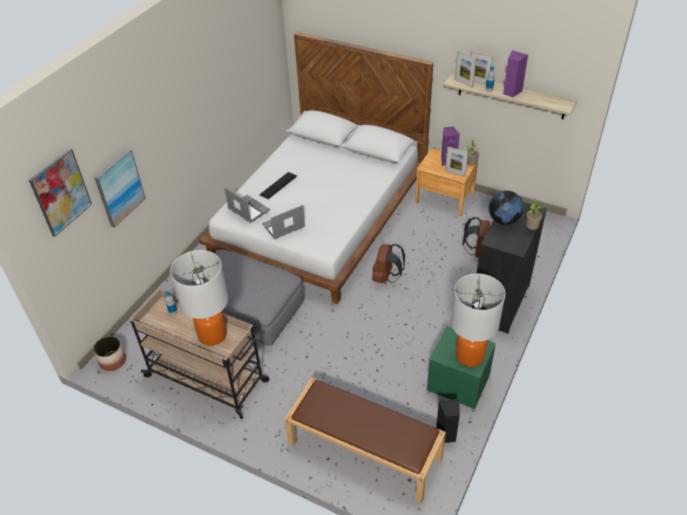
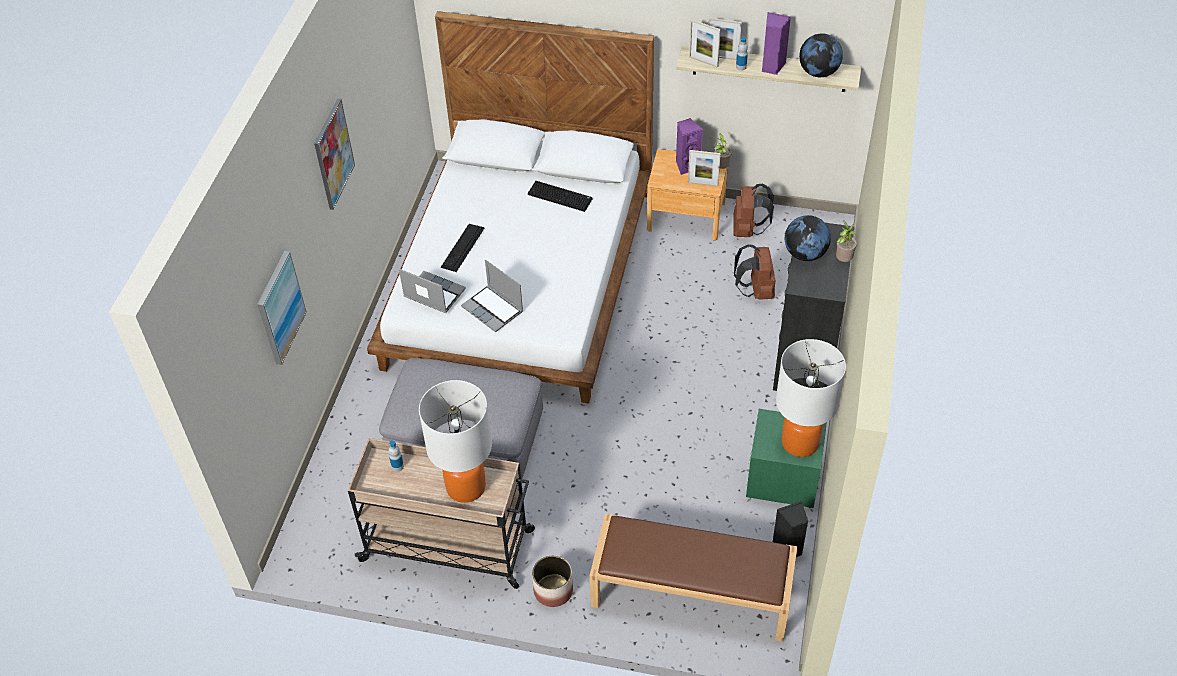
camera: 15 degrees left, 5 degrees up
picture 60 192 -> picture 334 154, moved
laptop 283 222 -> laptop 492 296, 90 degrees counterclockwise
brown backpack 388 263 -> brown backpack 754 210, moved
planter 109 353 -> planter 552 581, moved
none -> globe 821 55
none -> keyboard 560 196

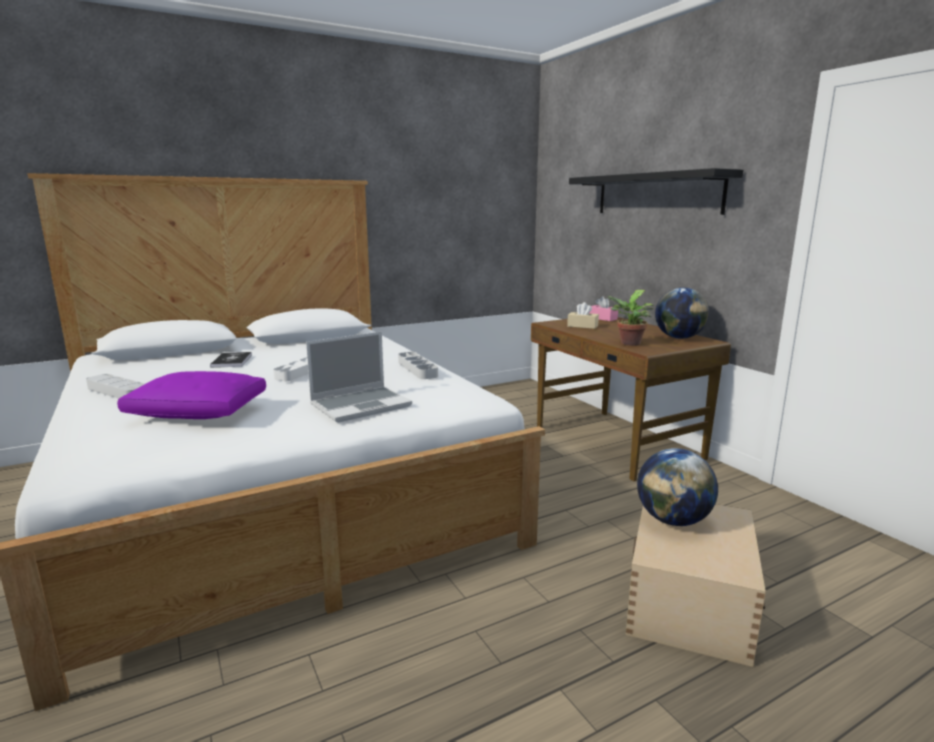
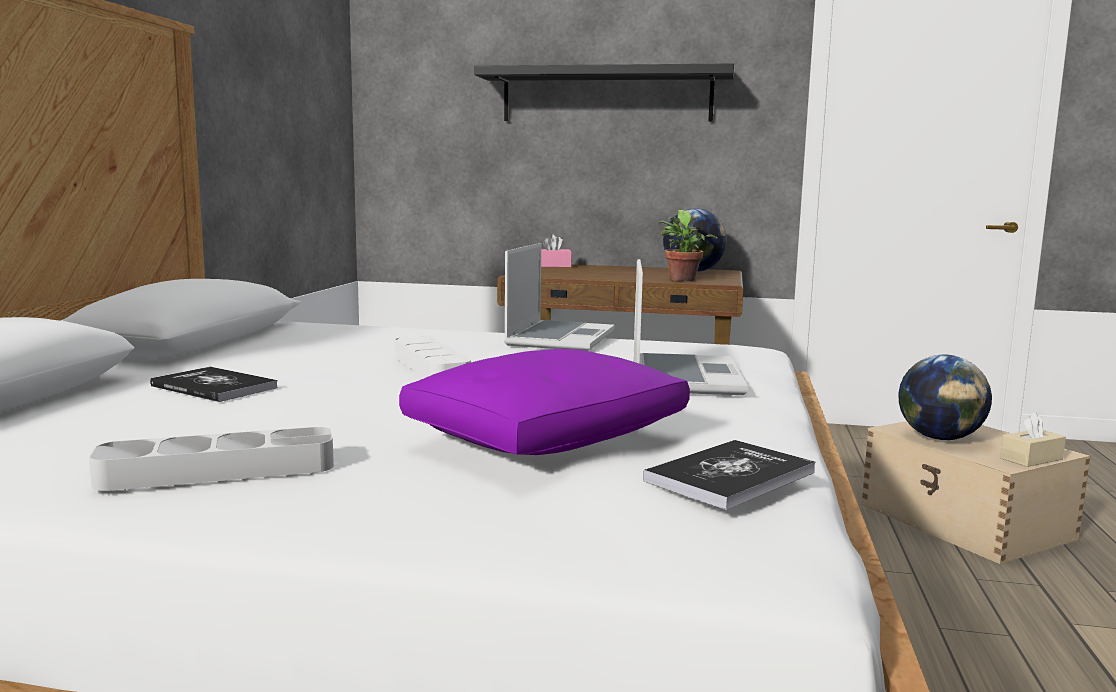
camera: 50 degrees left, 5 degrees down
beige tissue box 583 315 -> beige tissue box 1033 439, moved
grey tray 418 365 -> laptop 559 297
none -> book 729 475

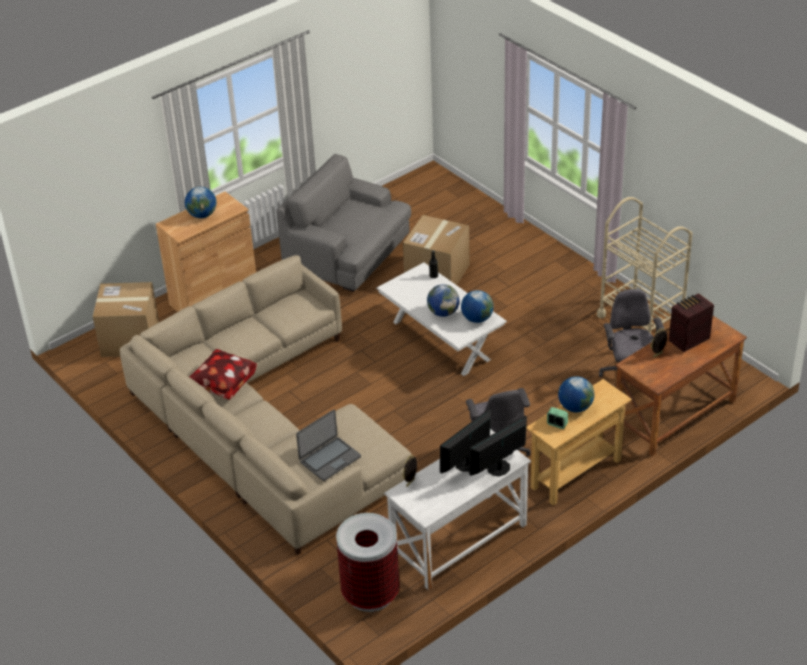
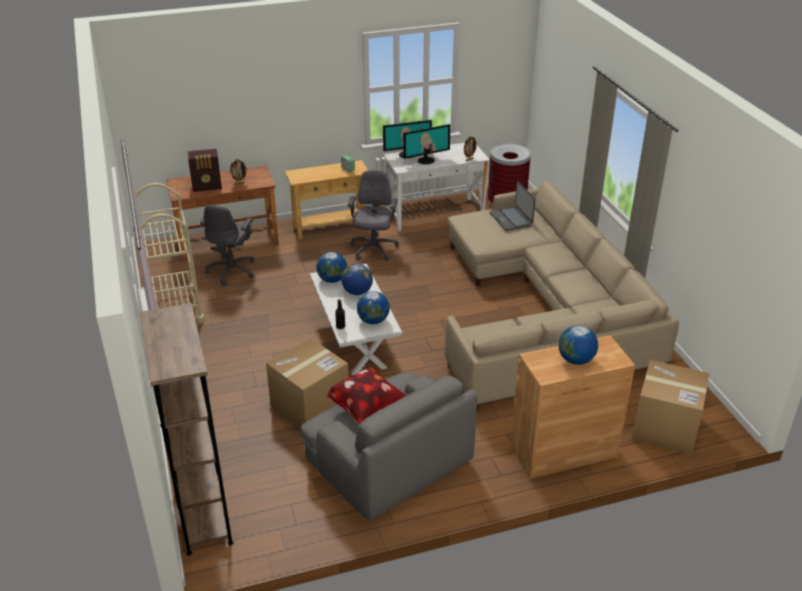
camera: 160 degrees left, 5 degrees down
pillow 223 374 -> pillow 367 396, moved
globe 576 394 -> globe 373 307, moved
laptop 328 445 -> laptop 512 206, 90 degrees counterclockwise
none -> brown bookcase 187 429

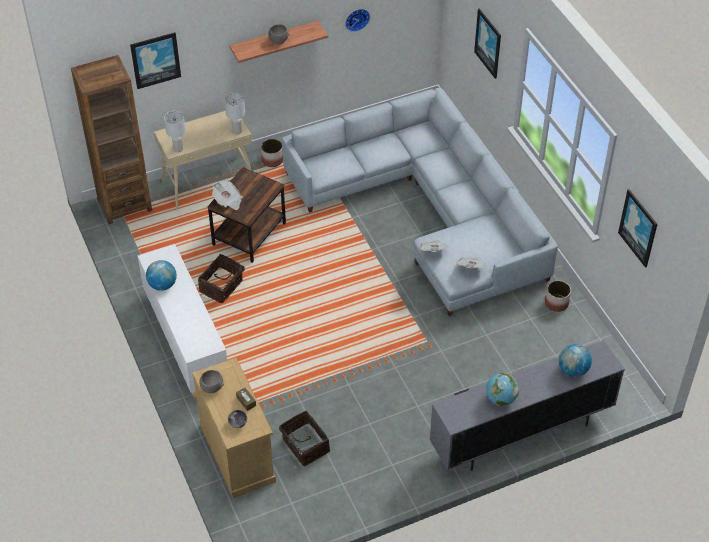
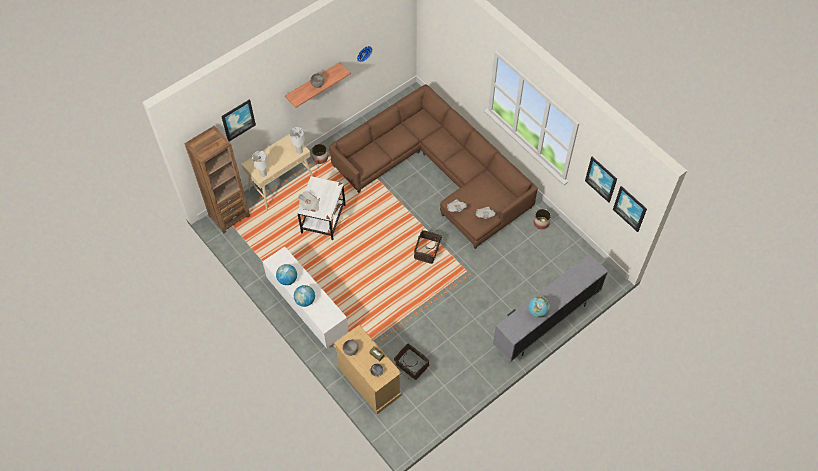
camera: 15 degrees left, 10 degrees up
picture 487 43 -> picture 630 209, moved
grey sofa 420 202 -> brown sofa 433 166
brown side table 247 215 -> white side table 321 208
basket 221 278 -> basket 428 247, moved
globe 575 360 -> globe 304 296, moved

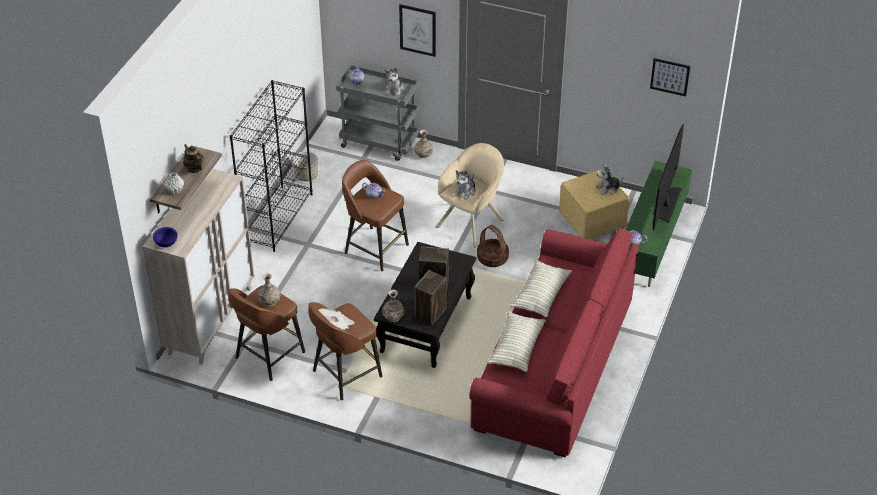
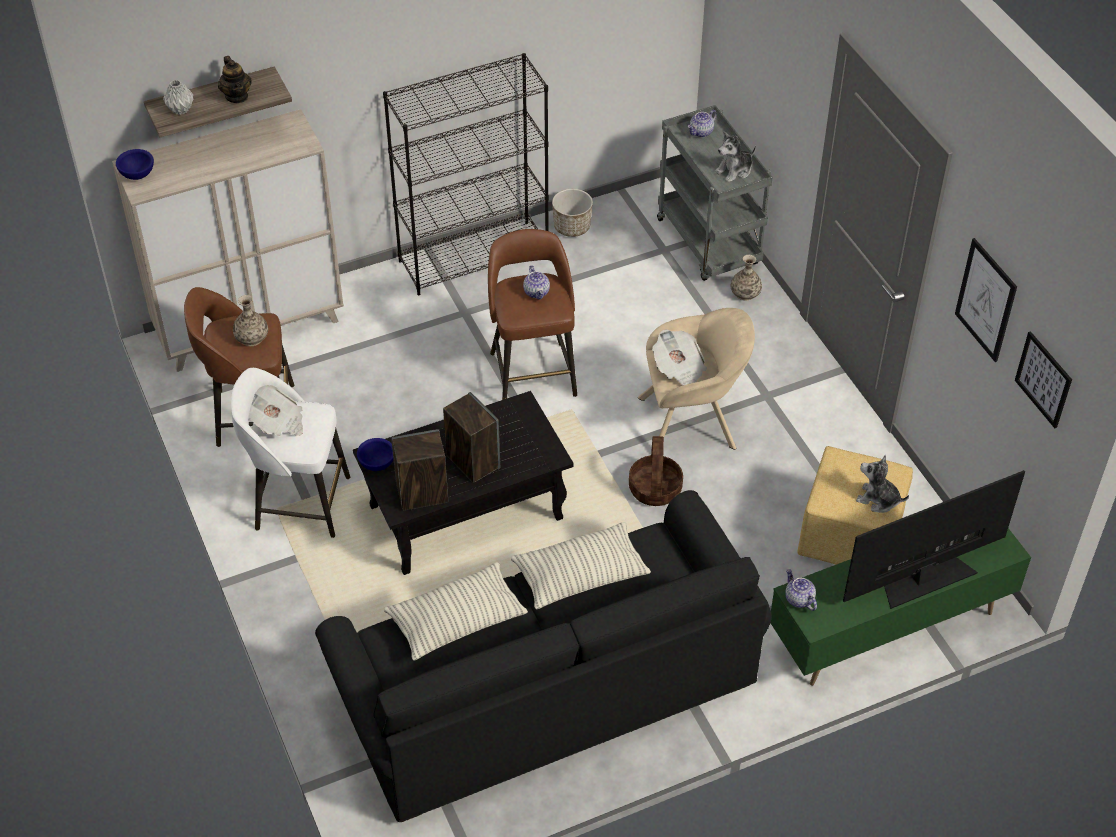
camera: 45 degrees right, 5 degrees up
picture 417 30 -> picture 986 300, moved
teapot 193 158 -> teapot 235 79, 150 degrees clockwise
plush toy 465 185 -> newspaper 679 357
red sofa 554 343 -> black sofa 543 656
vase 393 306 -> blue bowl 375 454
brown stool 345 351 -> white stool 290 453

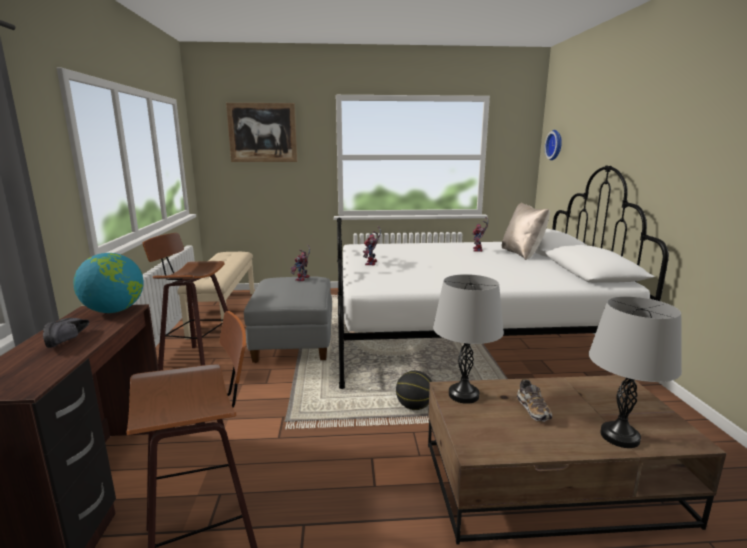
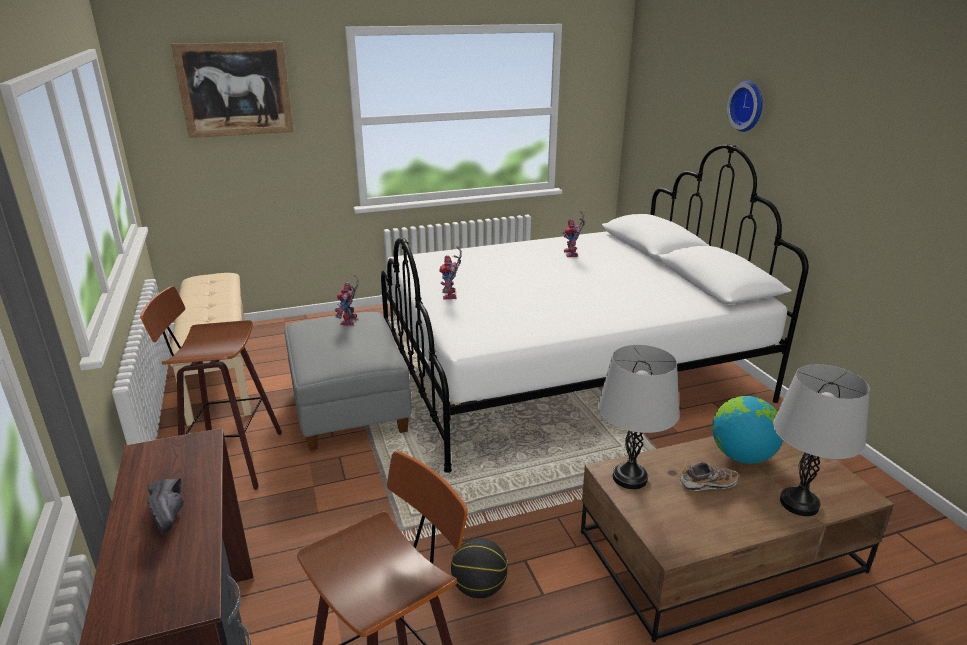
camera: 15 degrees left, 10 degrees up
wall clock 553 145 -> wall clock 745 106, moved
beige pillow 526 231 -> none
globe 108 283 -> globe 747 430, moved
basketball 414 390 -> basketball 479 568, moved
shoe 534 400 -> shoe 709 476, 75 degrees counterclockwise

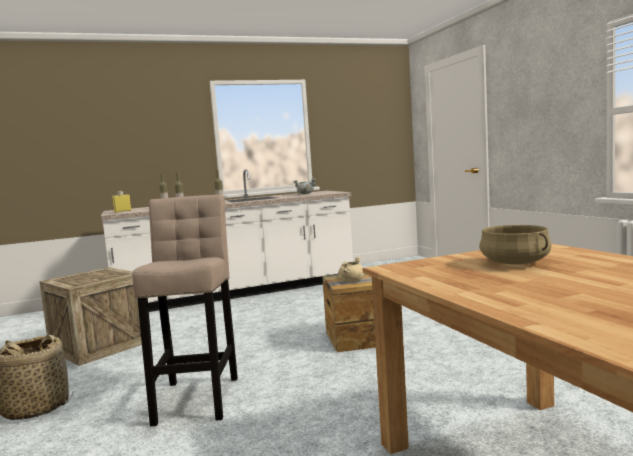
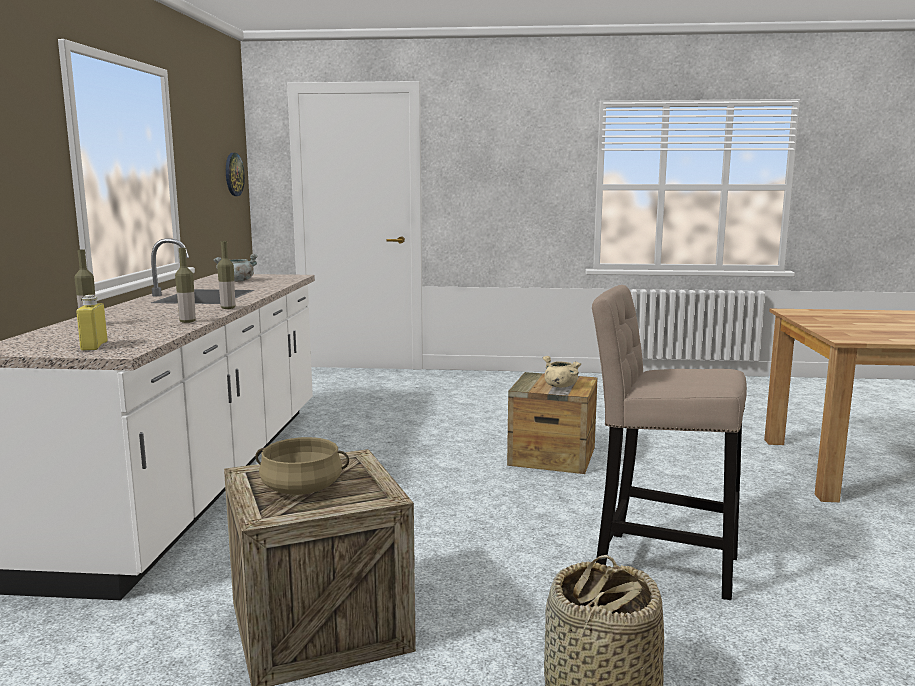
camera: 65 degrees left, 5 degrees up
beige cooking pot 515 245 -> beige cooking pot 302 466, moved
none -> wall clock 235 174

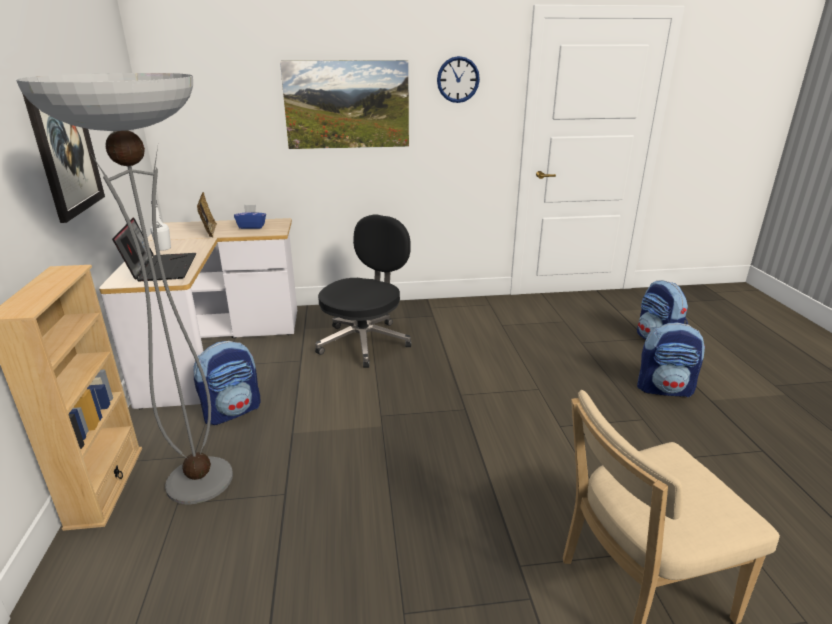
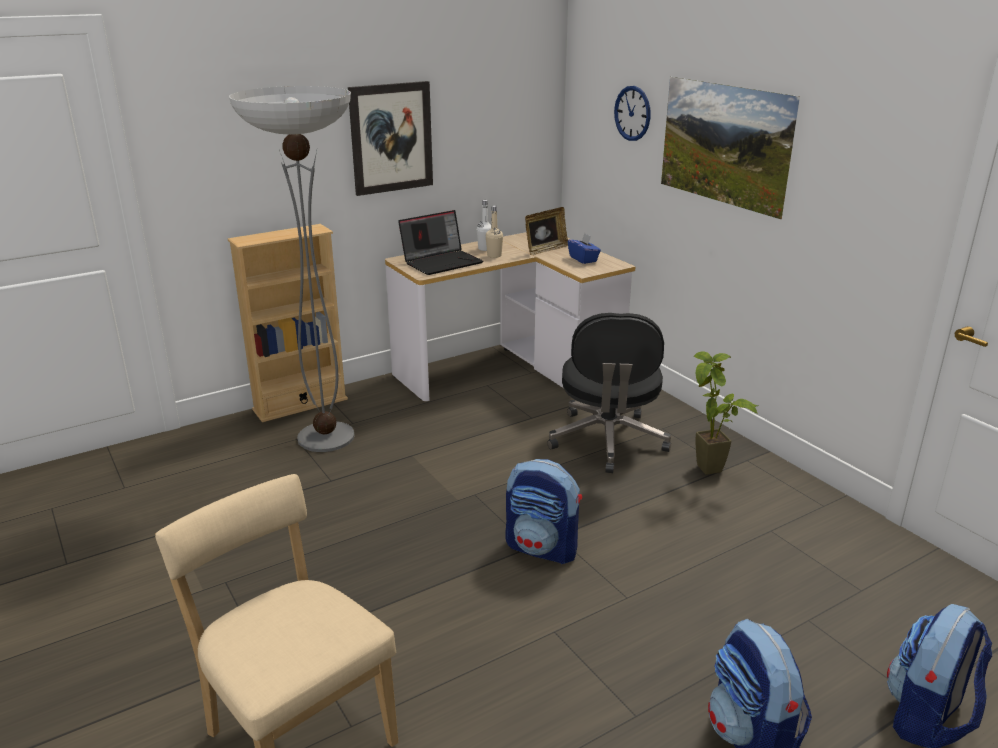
camera: 65 degrees right, 0 degrees up
wall clock 458 79 -> wall clock 632 113, moved
black office chair 363 291 -> black office chair 609 393, 90 degrees clockwise
backpack 227 383 -> backpack 544 511, moved
none -> beige bottle 494 231
none -> potted plant 726 413

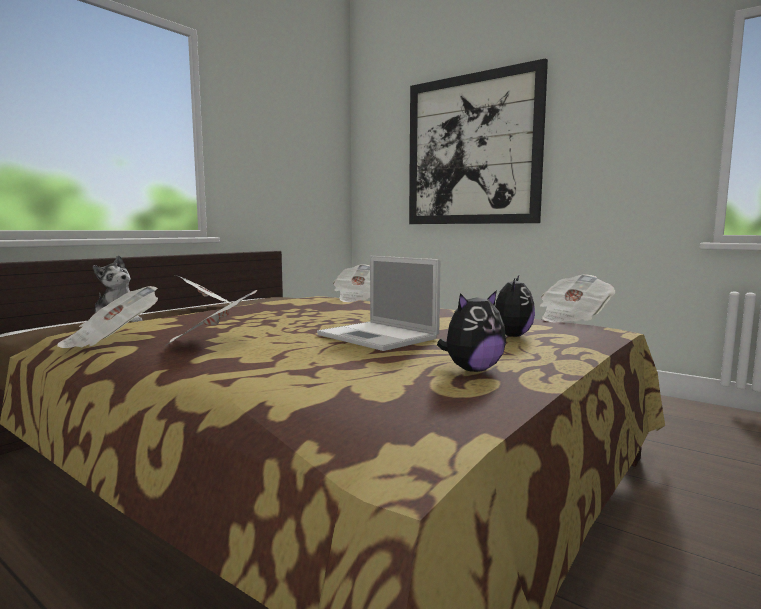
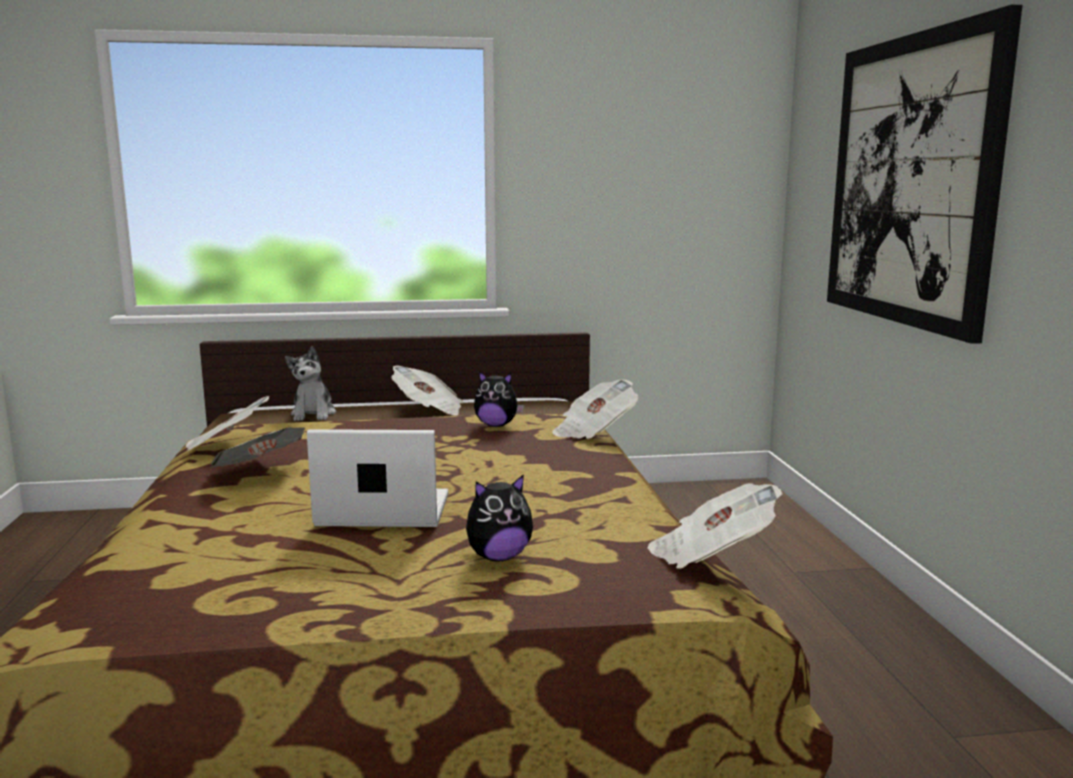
camera: 45 degrees right, 5 degrees up
laptop 379 303 -> laptop 378 478, 90 degrees clockwise
plush toy 471 331 -> plush toy 499 399, moved

